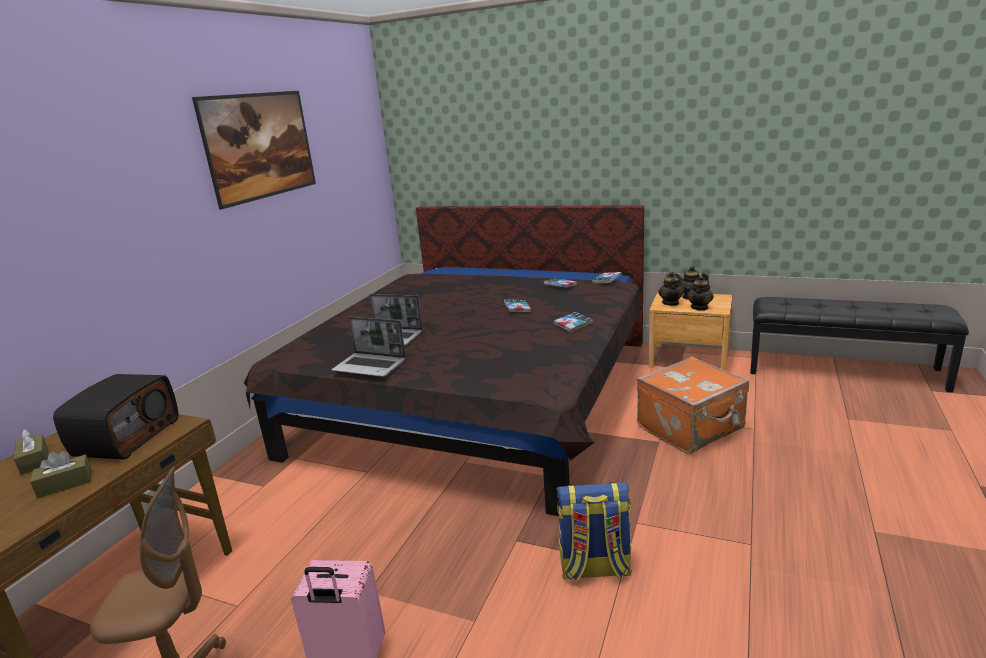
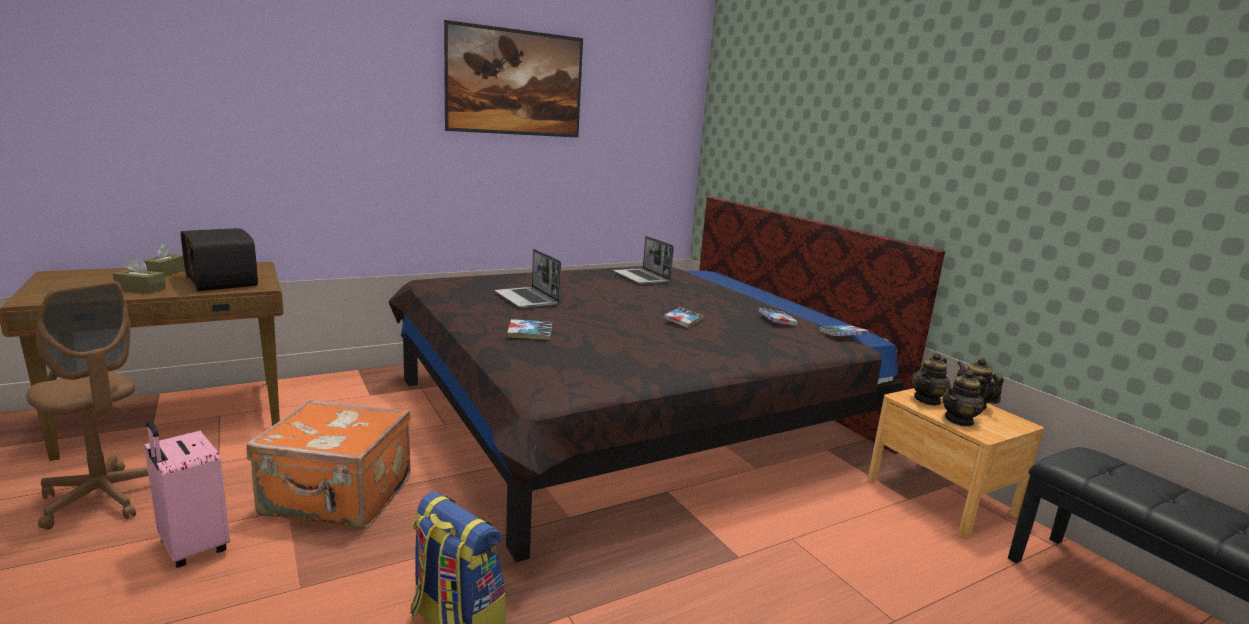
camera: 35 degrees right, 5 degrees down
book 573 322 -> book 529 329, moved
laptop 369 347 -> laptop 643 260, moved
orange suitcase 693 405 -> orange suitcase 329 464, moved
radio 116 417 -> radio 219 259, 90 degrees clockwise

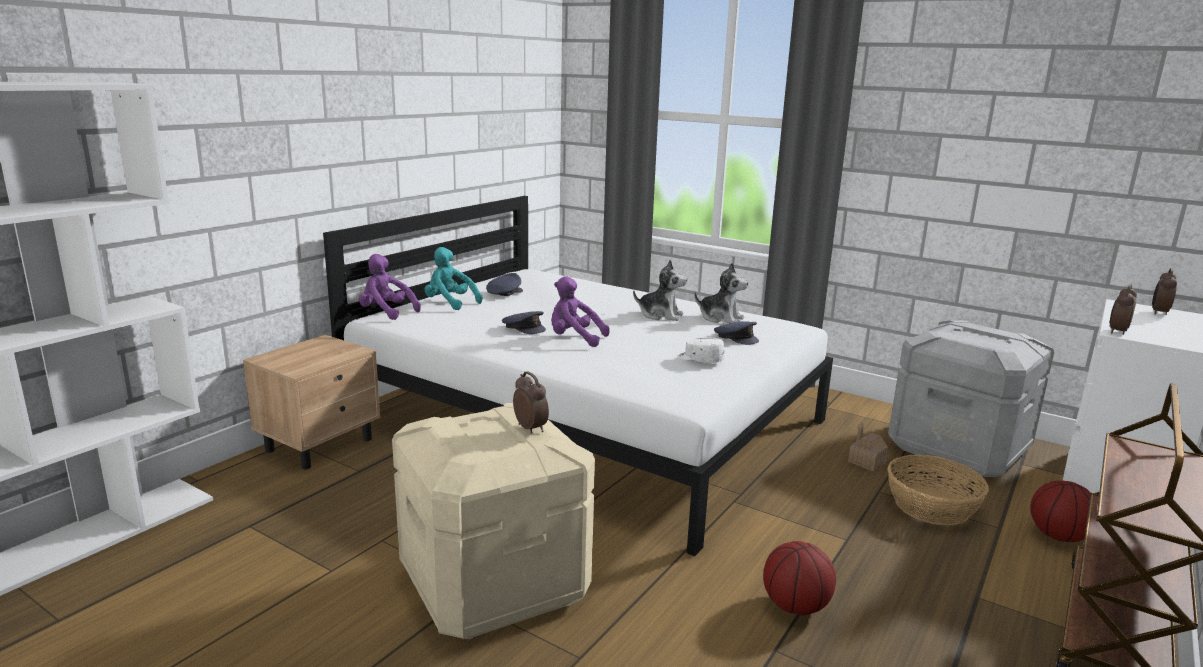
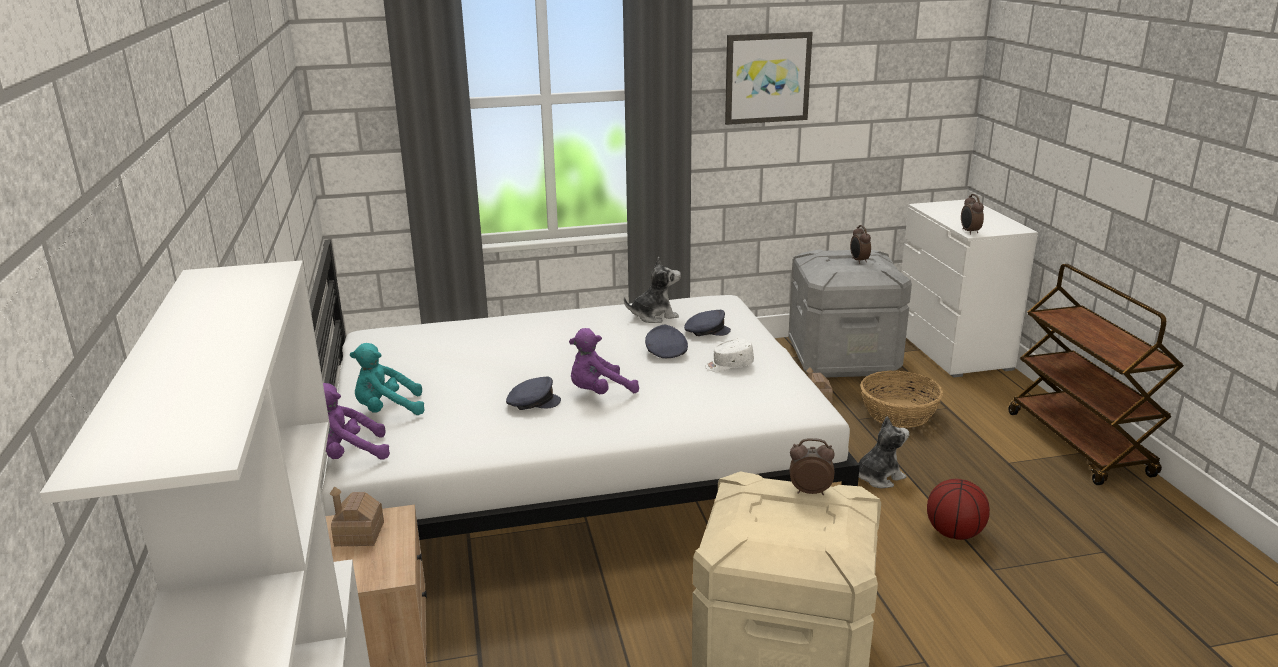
camera: 45 degrees left, 5 degrees up
plush toy 660 290 -> plush toy 883 452, moved
alarm clock 1164 291 -> alarm clock 860 244, moved
grey cap 504 284 -> grey cap 666 341, moved
basketball 1060 511 -> none
none -> picture 769 78
none -> toy house 357 516

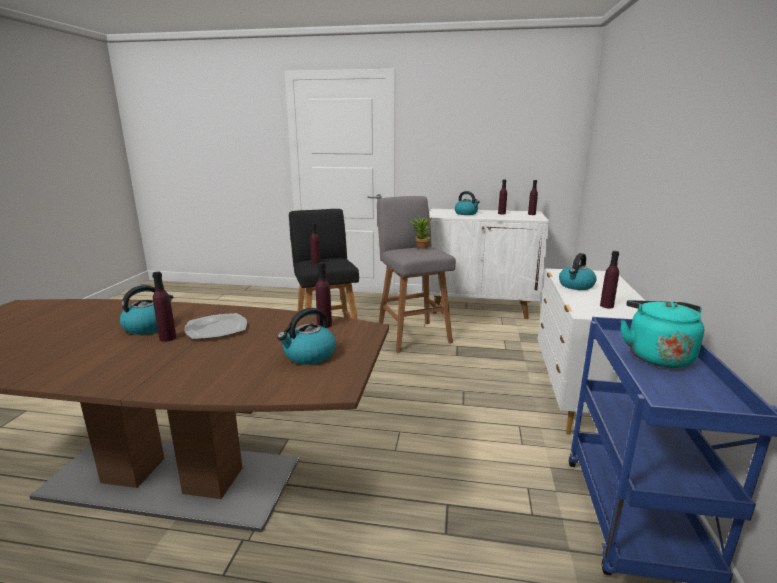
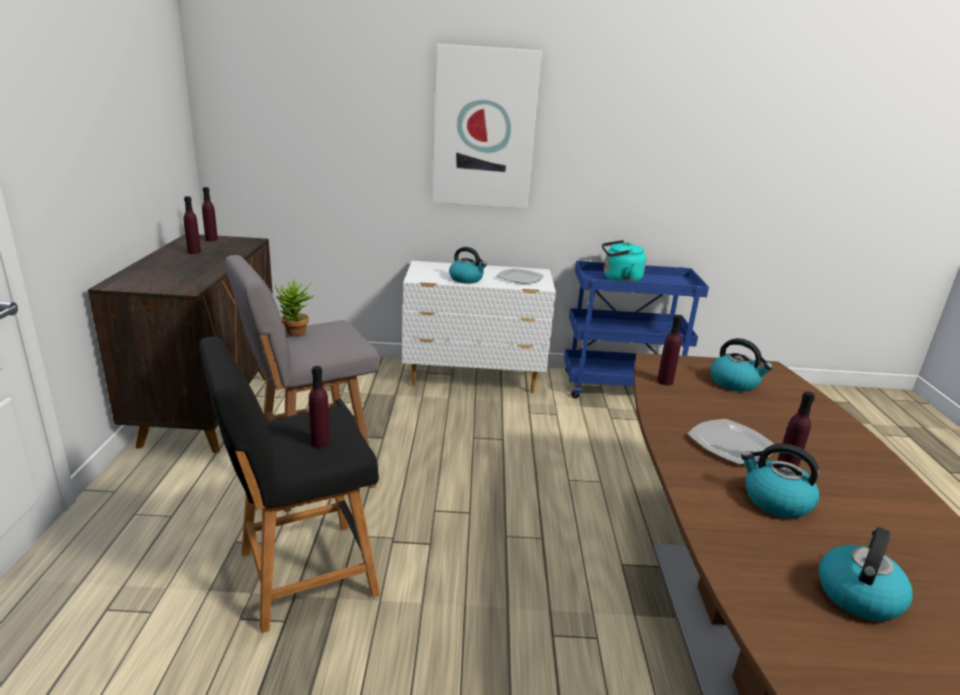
camera: 100 degrees left, 5 degrees up
kettle 467 203 -> kettle 866 574, moved
white cabinet 489 264 -> brown cabinet 180 343
purple bottle 609 279 -> plate 520 276
none -> picture 487 126

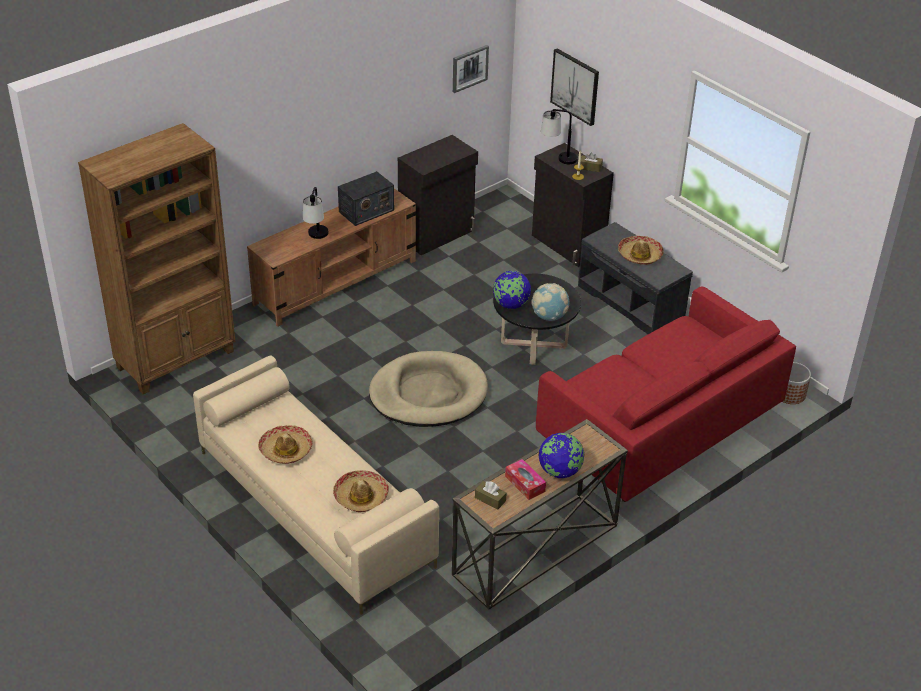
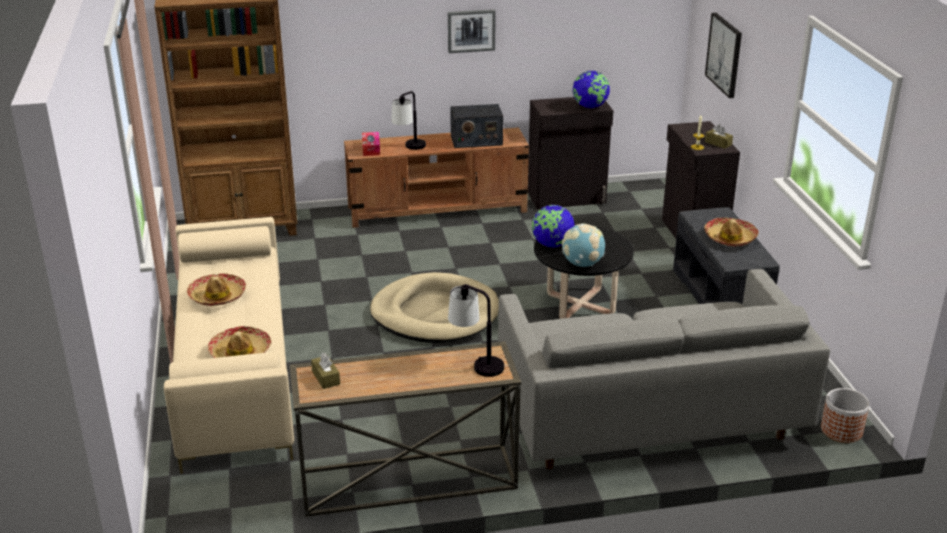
camera: 30 degrees right, 10 degrees down
picture 471 69 -> picture 472 31, moved
table lamp 559 136 -> table lamp 476 330, moved
red sofa 666 394 -> grey sofa 664 369
globe 561 455 -> globe 591 89, moved
tissue box 525 479 -> tissue box 371 144, moved

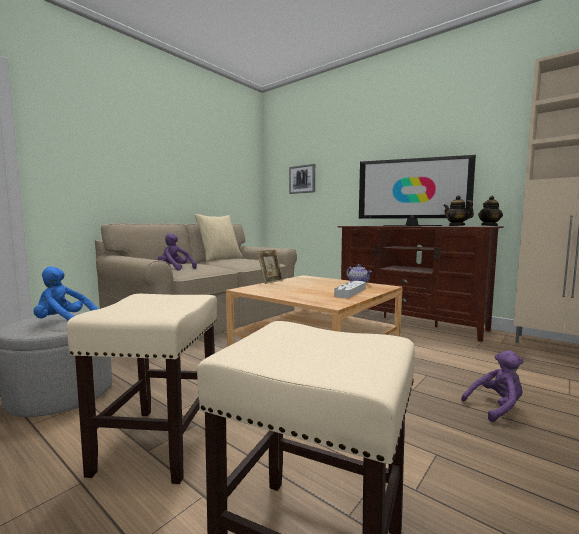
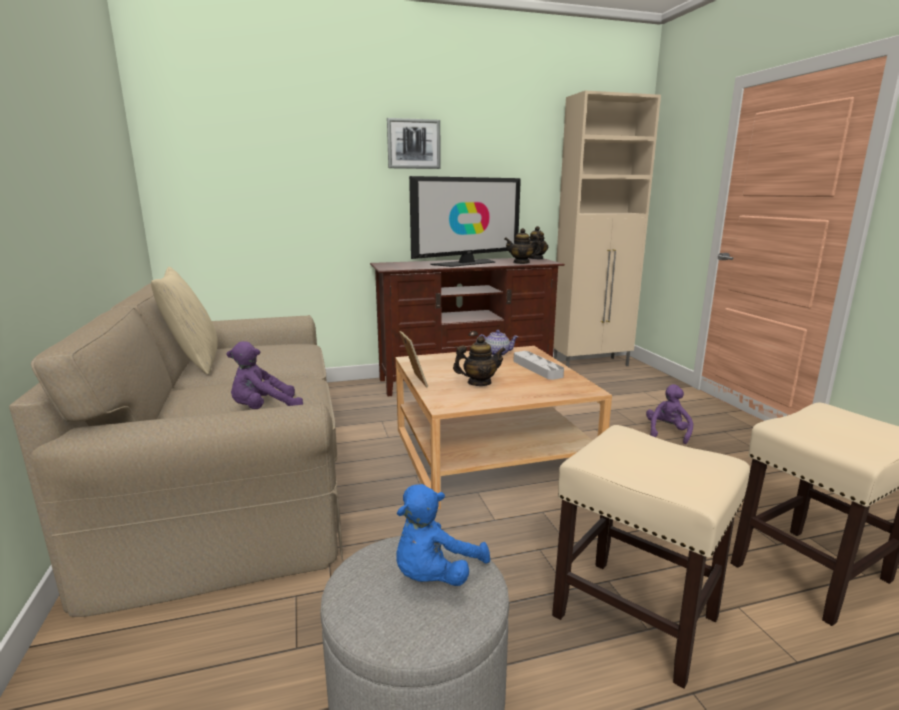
camera: 55 degrees left, 10 degrees up
picture 302 179 -> picture 414 143, moved
none -> teapot 479 361

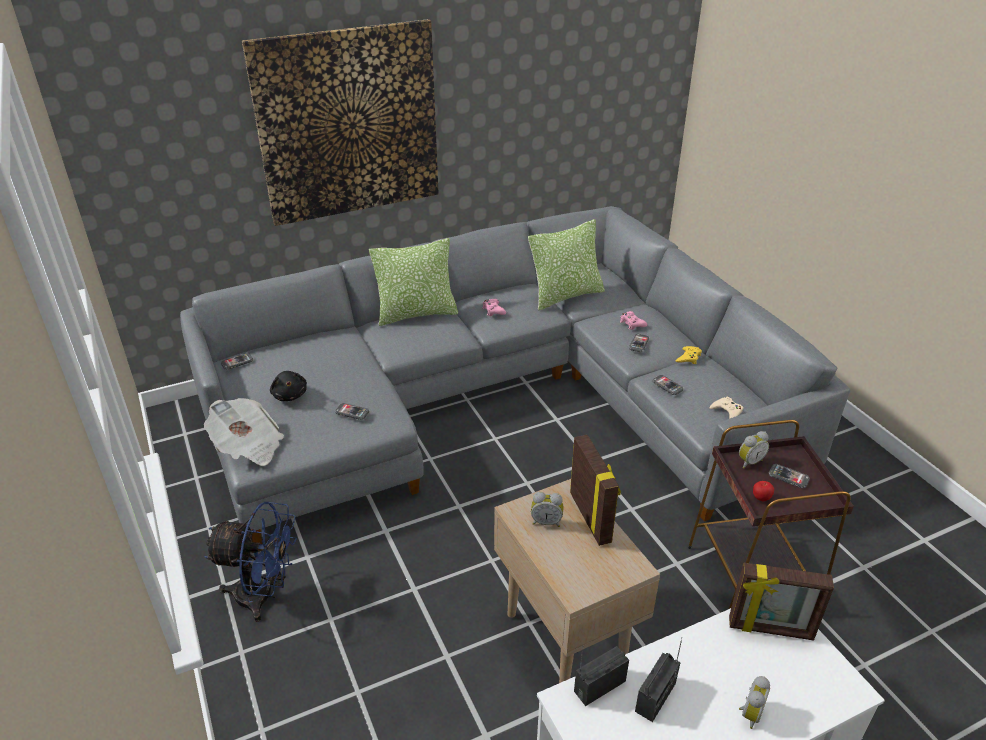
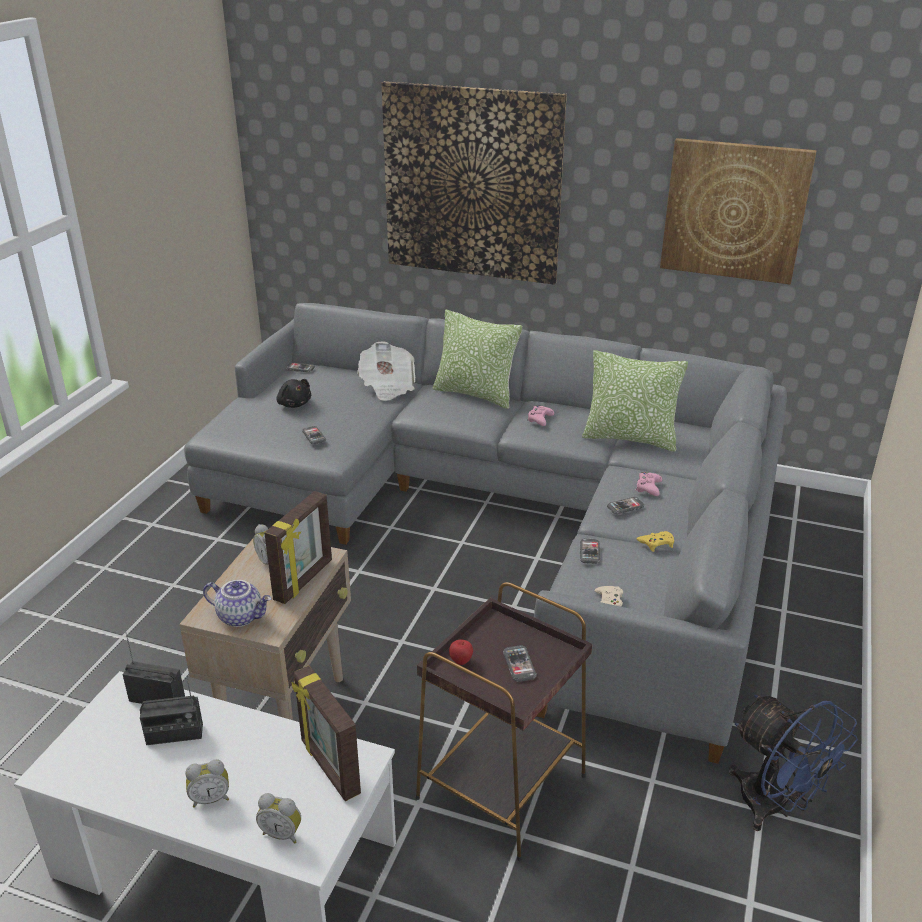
camera: 45 degrees right, 5 degrees down
black plush toy 288 386 -> black plush toy 293 393, 60 degrees counterclockwise
newspaper 244 432 -> newspaper 386 371, moved
alarm clock 754 450 -> alarm clock 278 818, moved
blue fan 251 562 -> blue fan 793 763, moved
none -> picture 738 211
none -> teapot 237 603

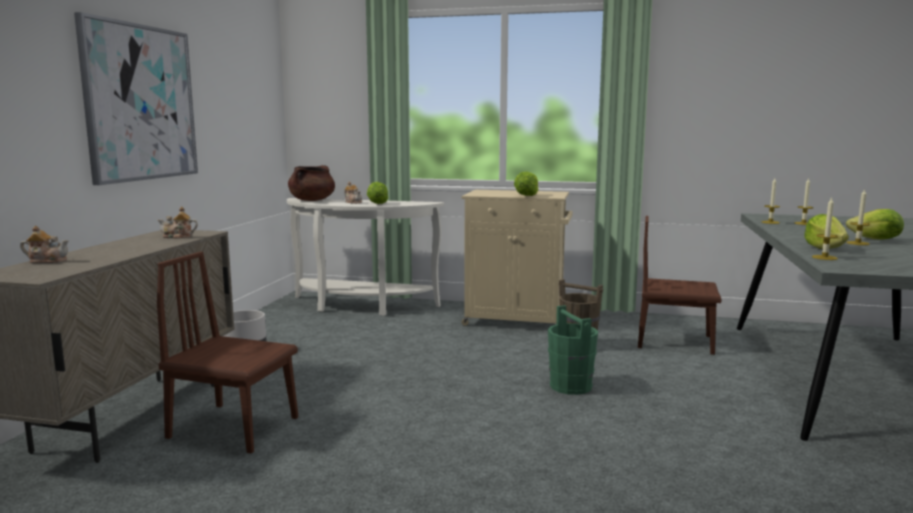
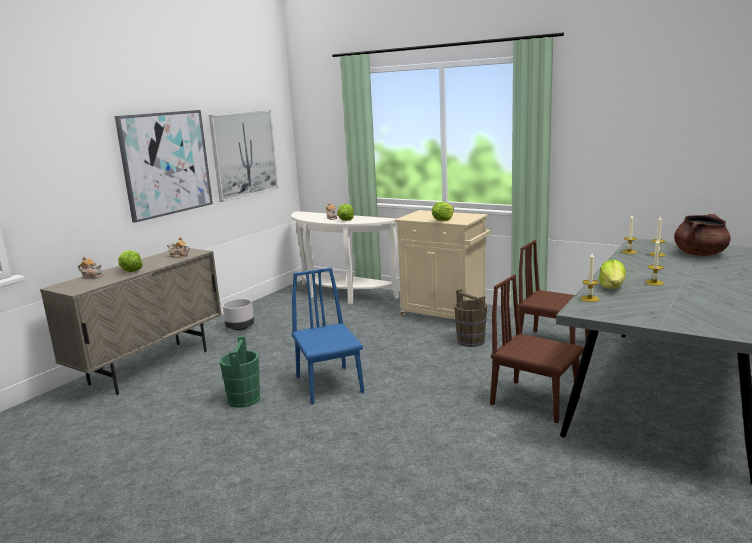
camera: 20 degrees right, 5 degrees up
brown cooking pot 311 183 -> brown cooking pot 702 235, moved
lettuce 875 224 -> lettuce 130 261, moved
brown chair 227 353 -> brown chair 537 349, moved
green bucket 573 350 -> green bucket 240 372, moved
none -> picture 244 156
none -> blue chair 328 336

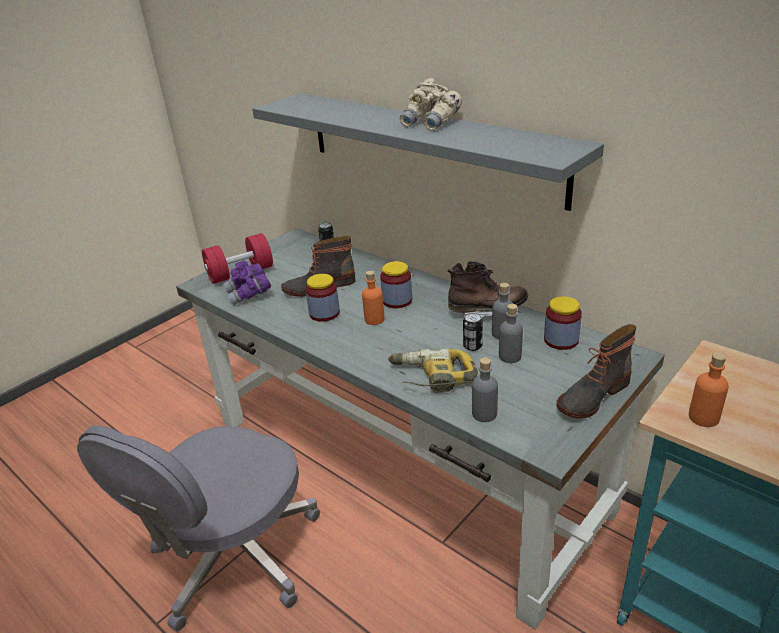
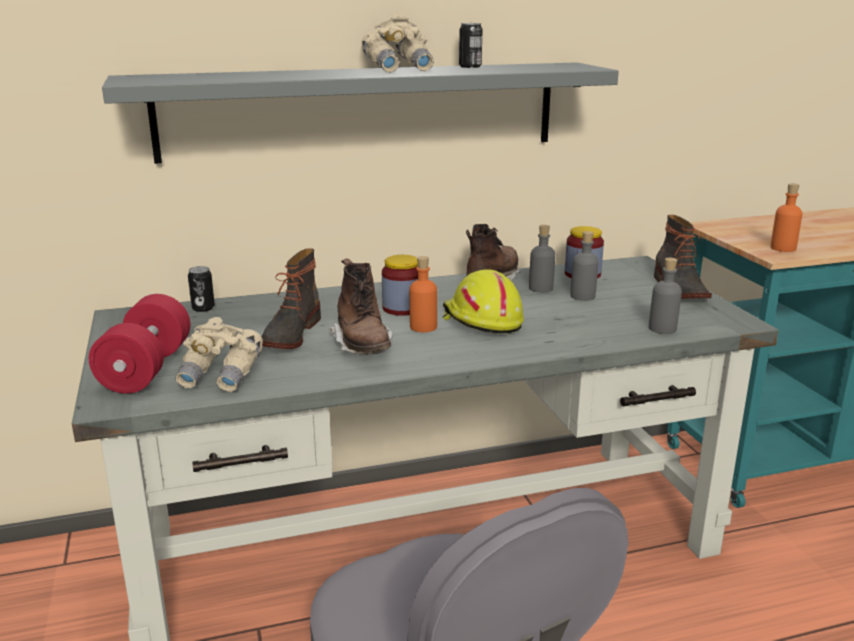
camera: 60 degrees left, 10 degrees down
purple binoculars 247 283 -> beige binoculars 219 354
jar 322 298 -> brown boot 360 306
can 473 332 -> can 471 45, moved
power drill 433 370 -> none
none -> yellow hard hat 483 301

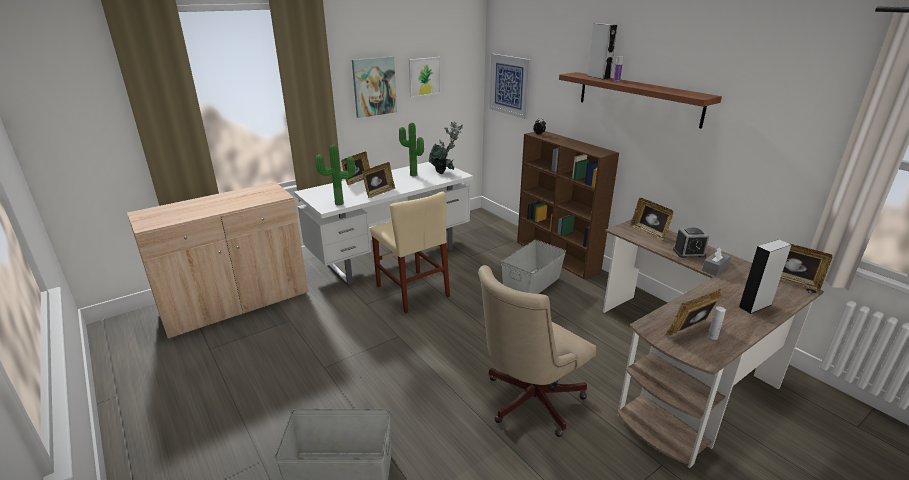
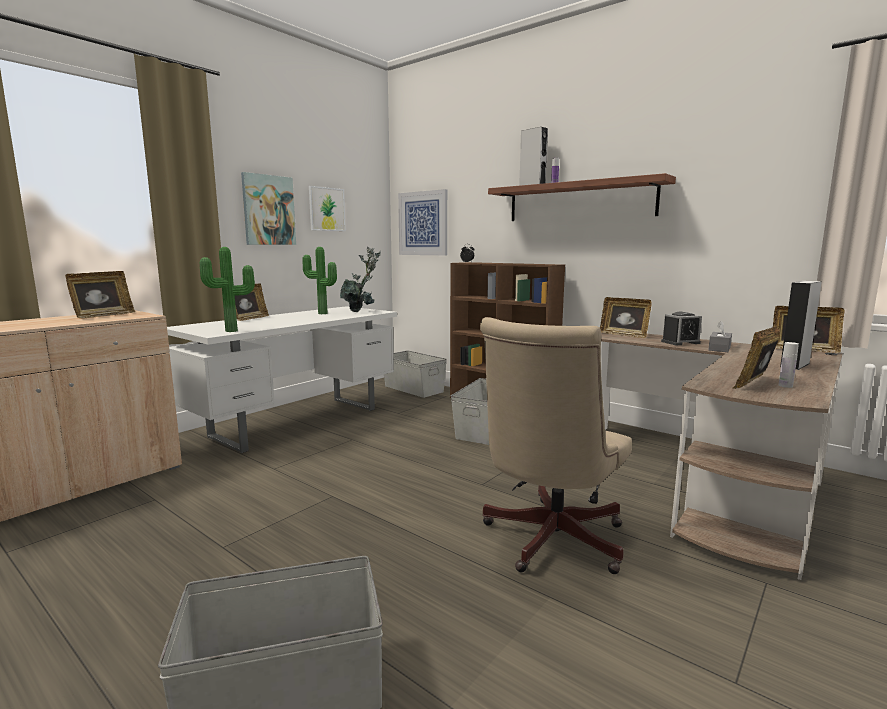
camera: 15 degrees left, 15 degrees down
picture frame 378 180 -> picture frame 100 295, moved
beige chair 410 252 -> none
none -> grey storage box 415 374

